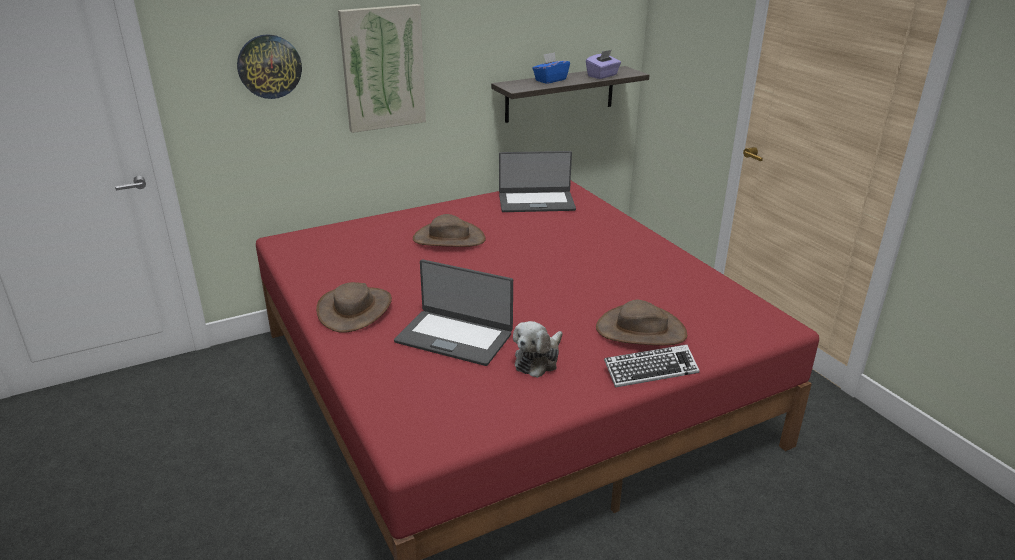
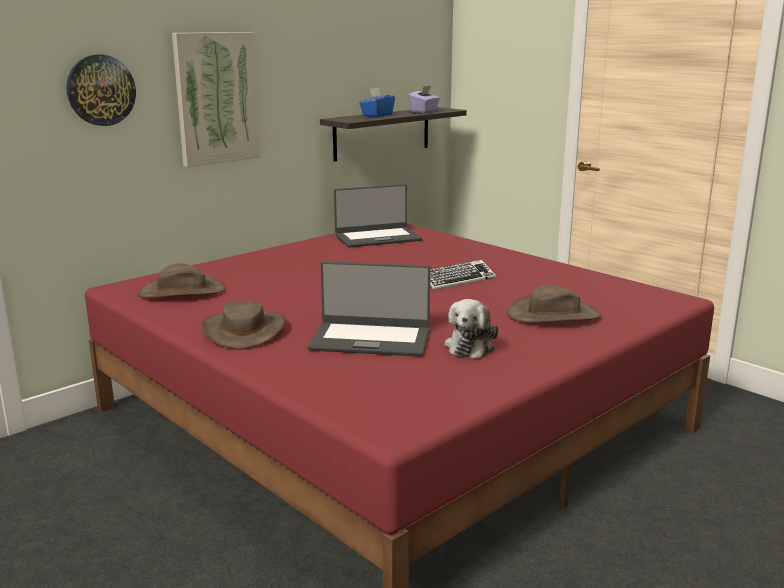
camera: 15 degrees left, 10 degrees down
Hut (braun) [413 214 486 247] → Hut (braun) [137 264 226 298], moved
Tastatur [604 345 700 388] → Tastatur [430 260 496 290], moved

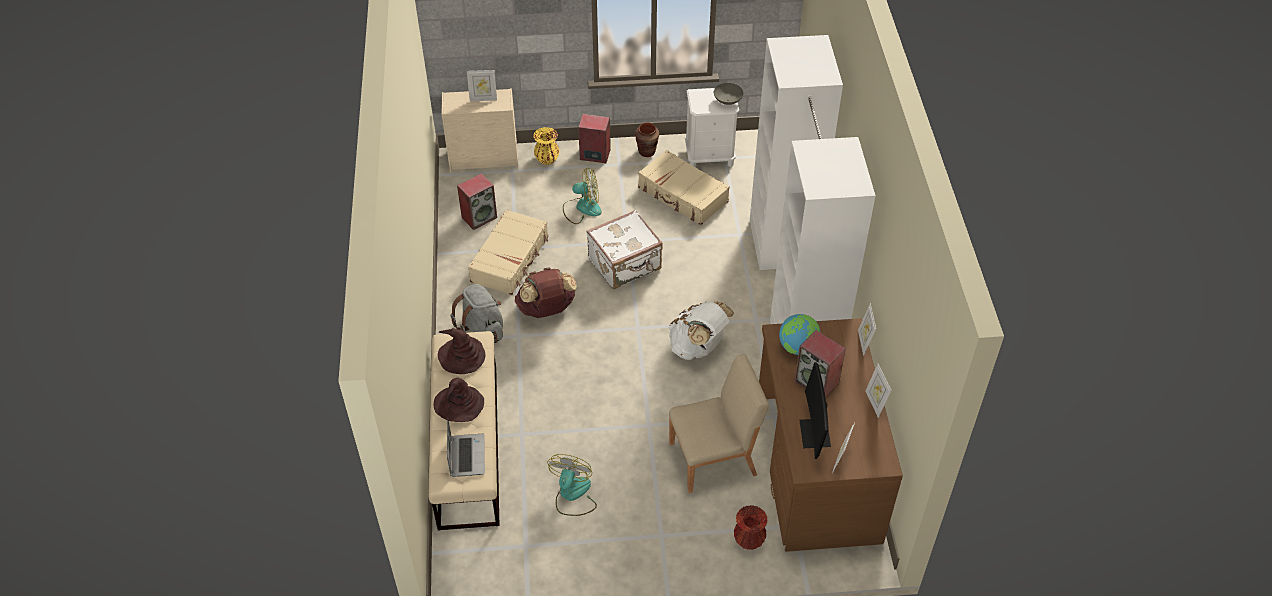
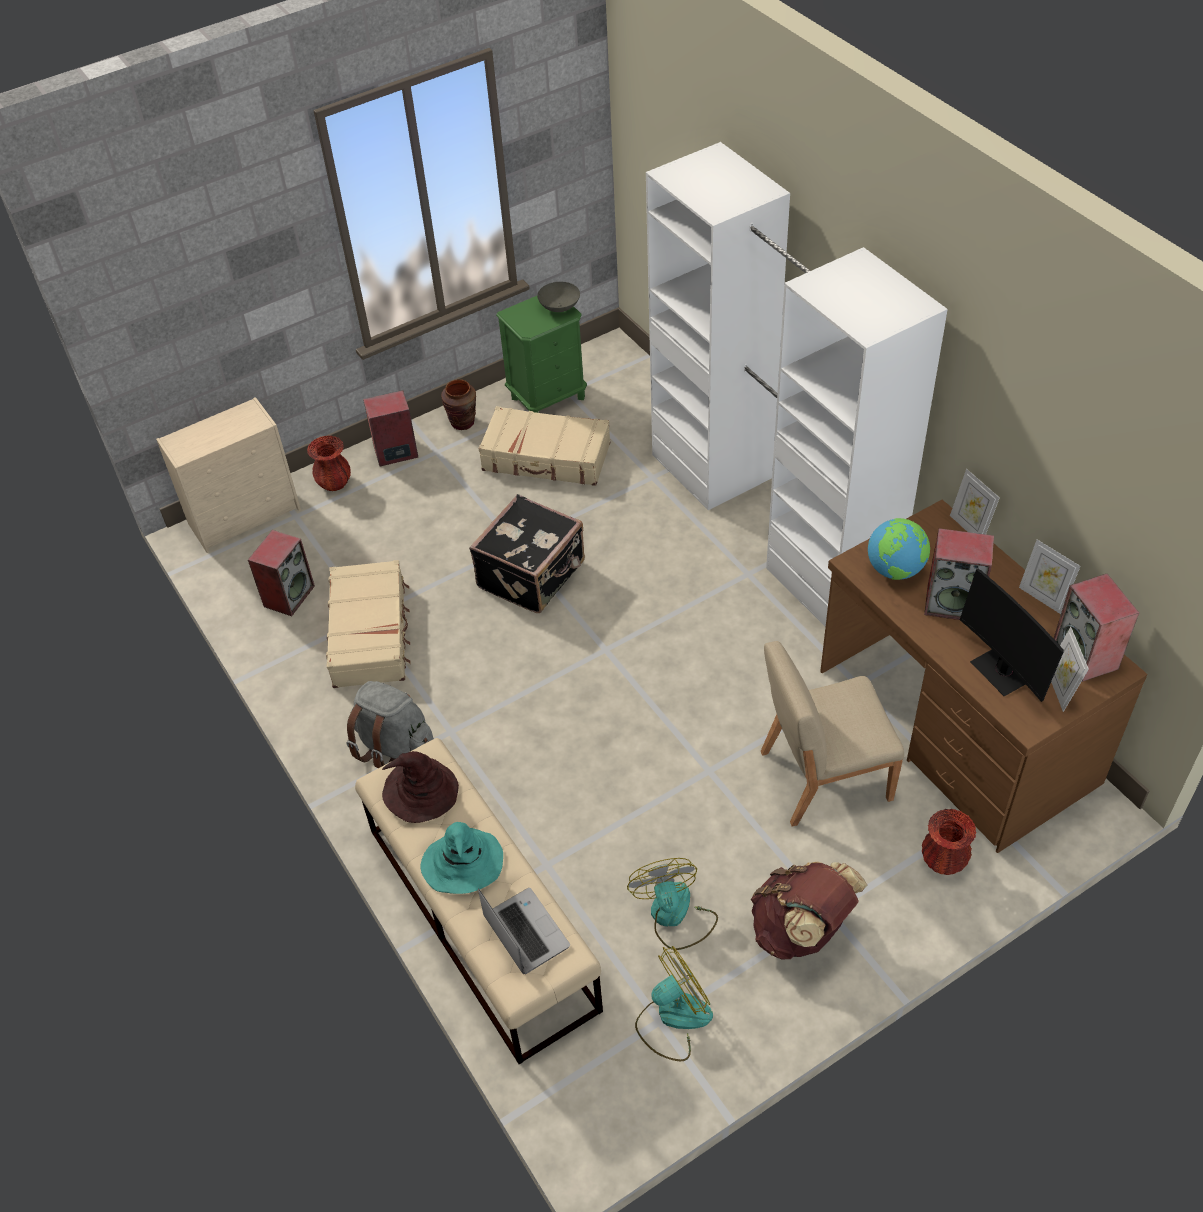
camera: 25 degrees left, 0 degrees up
Hut (braun) [434 378 484 422] → Hut (türkis) [421 822 503 894]
Bilderrahmen [467 70 497 101] → -
Rucksack (braun) [515 268 577 318] → Rucksack (braun) [751 861 867 960], moved
Vase (gelb) [533 127 559 165] → Vase (rot) [307 436 351 491]
Ventilator [563 167 601 224] → Ventilator [635 946 713 1061], moved
Koffer (weiß) [586 210 663 289] → Koffer (schwarz) [469 494 585 613]
Rucksack (weiß) [669 301 734 360] → -
Stuhl (beige) [669 354 769 493] → Stuhl (beige) [761 641 904 827], 150 degrees counterclockwise
Nachttisch (weiß) [685 88 739 168] → Nachttisch (grün) [496 296 587 413]
- → Lautsprecher [1053 574 1139 682]

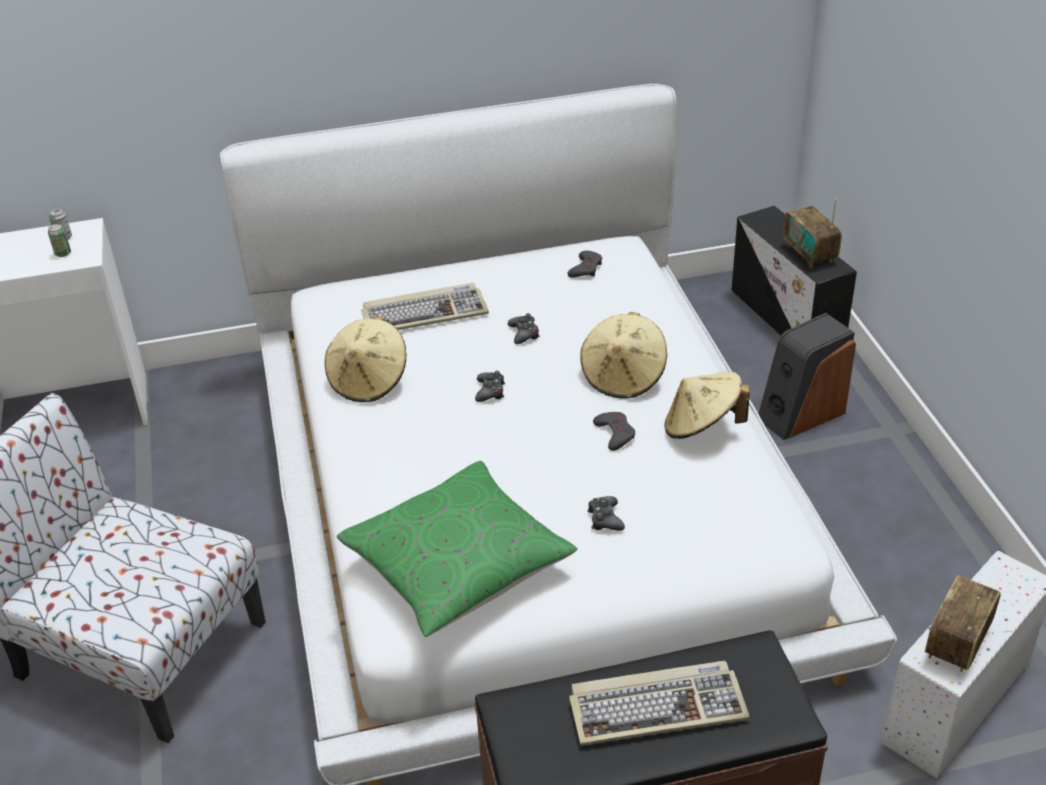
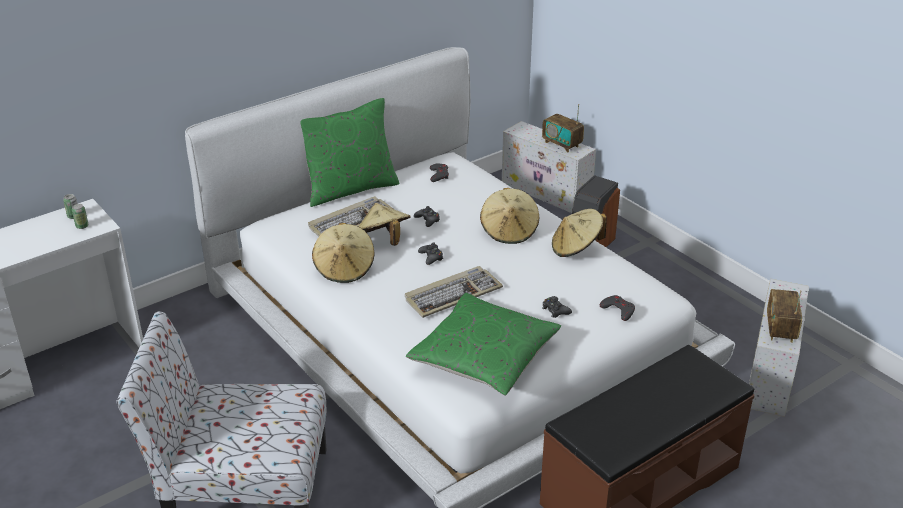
camera: 25 degrees left, 5 degrees down
Tastatur [569 661 750 746] → Tastatur [405 266 503 318], moved
Gamepad (grau) [593 412 635 451] → Gamepad (grau) [600 295 635 321], moved
Aufbewahrungsbox (schwarz) [732 206 857 335] → Aufbewahrungsbox (weiß) [502 121 596 213]
- → Kissen (grün) [301 98 399 207]
- → Hut (beige) [358 203 411 246]

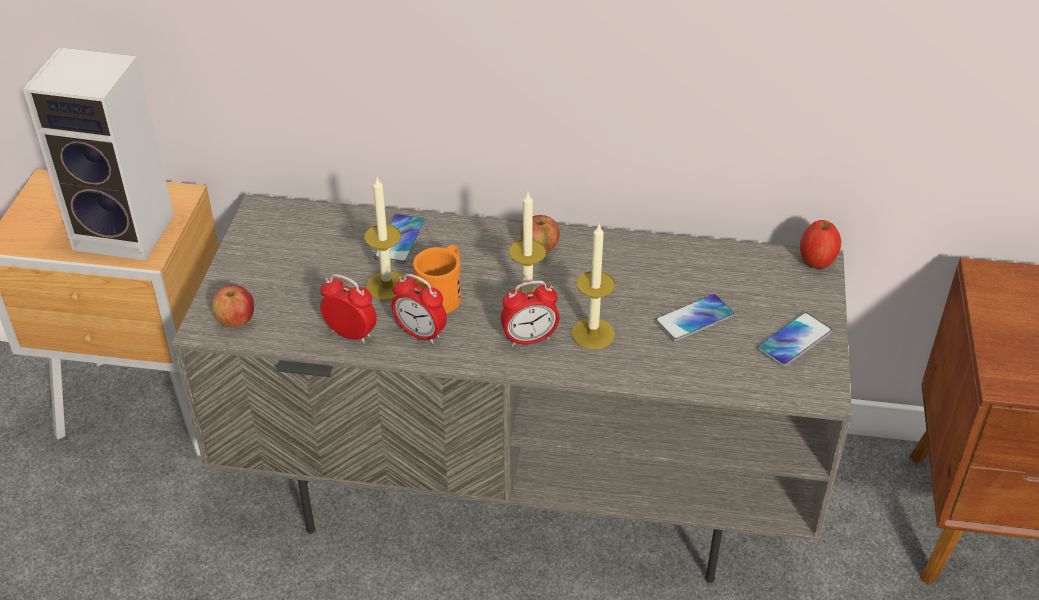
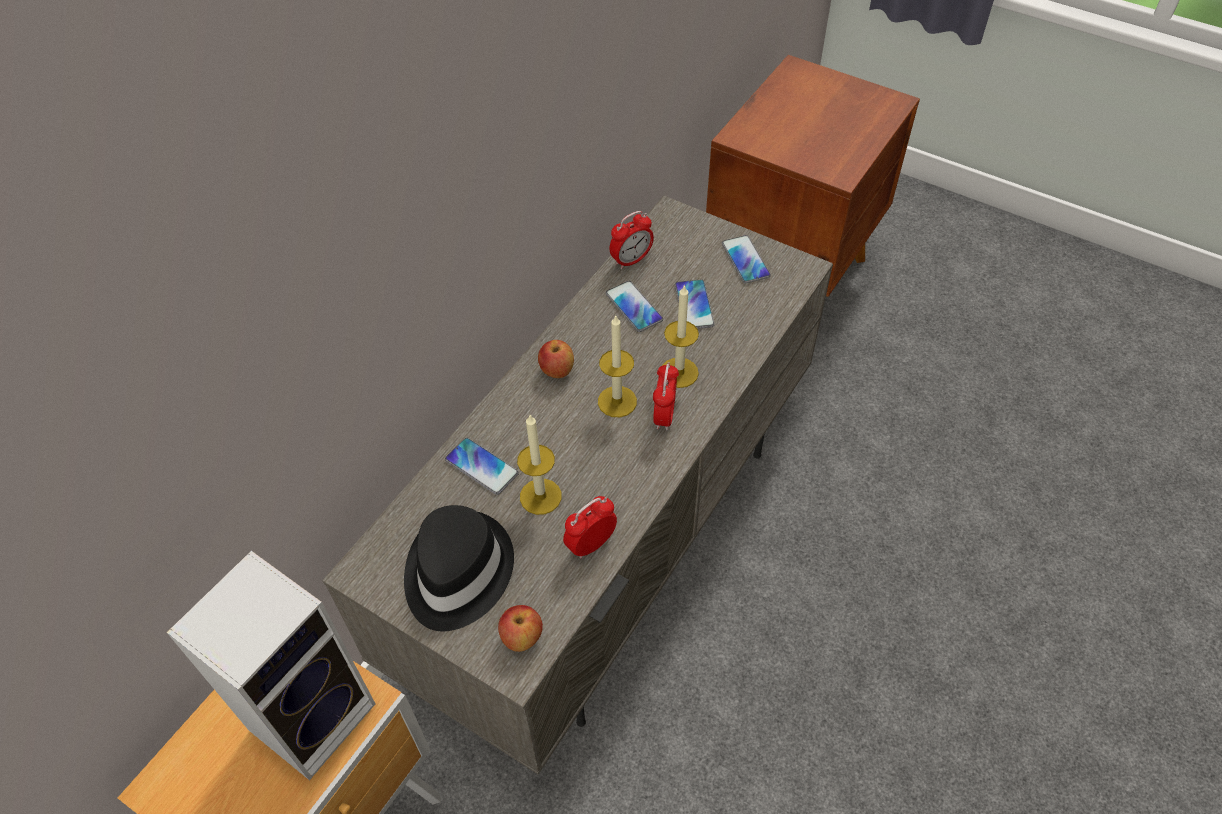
camera: 65 degrees left, 10 degrees up
Wecker [392 274 447 344] → Wecker [610 211 654 270], moved
Henkelbecher (orange) [413 245 462 314] → -
Apfel [800 220 842 269] → -
- → Hut (schwarz) [404 505 514 631]
- → Handy [606 281 663 332]

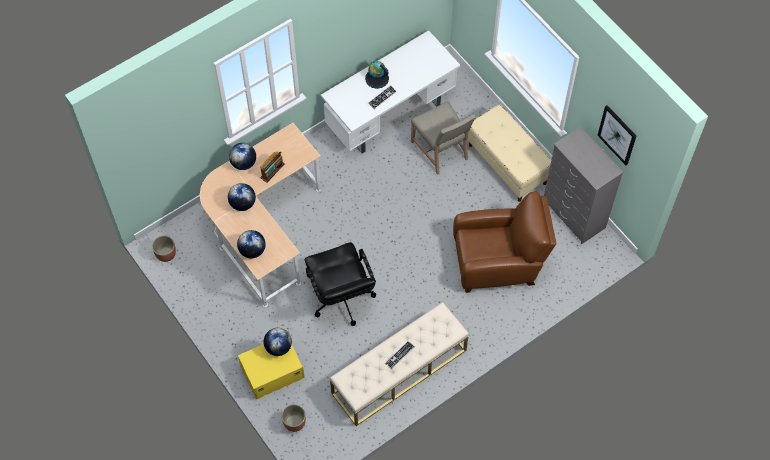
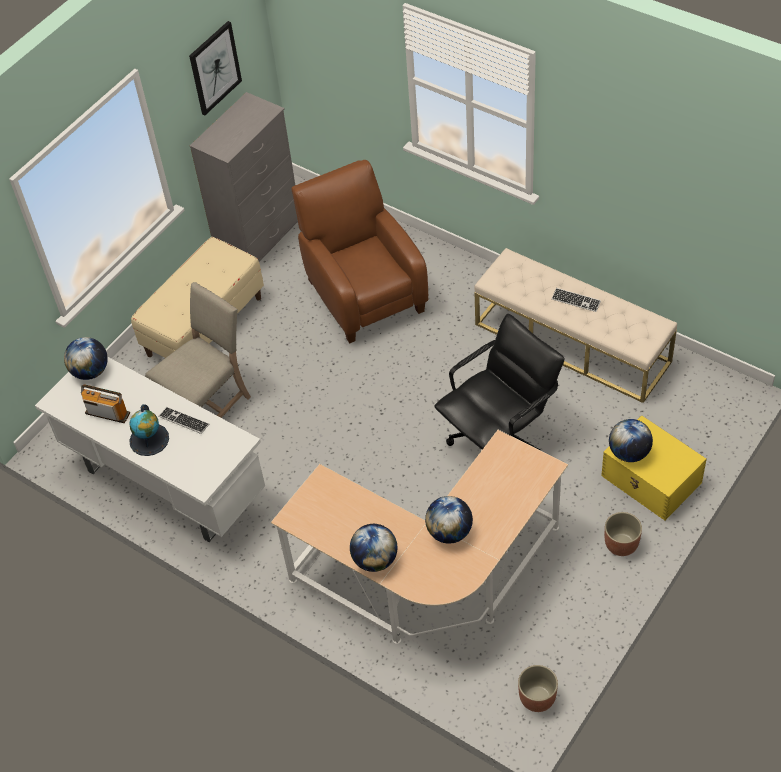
camera: 105 degrees left, 10 degrees down
Globus [237 230 266 258] → Globus [64 337 108 380], moved
Radio [260 151 285 183] → Radio [81 384 130 423], moved
Pflanzkübel [281 404 306 432] → Pflanzkübel [605 512 642 556], moved

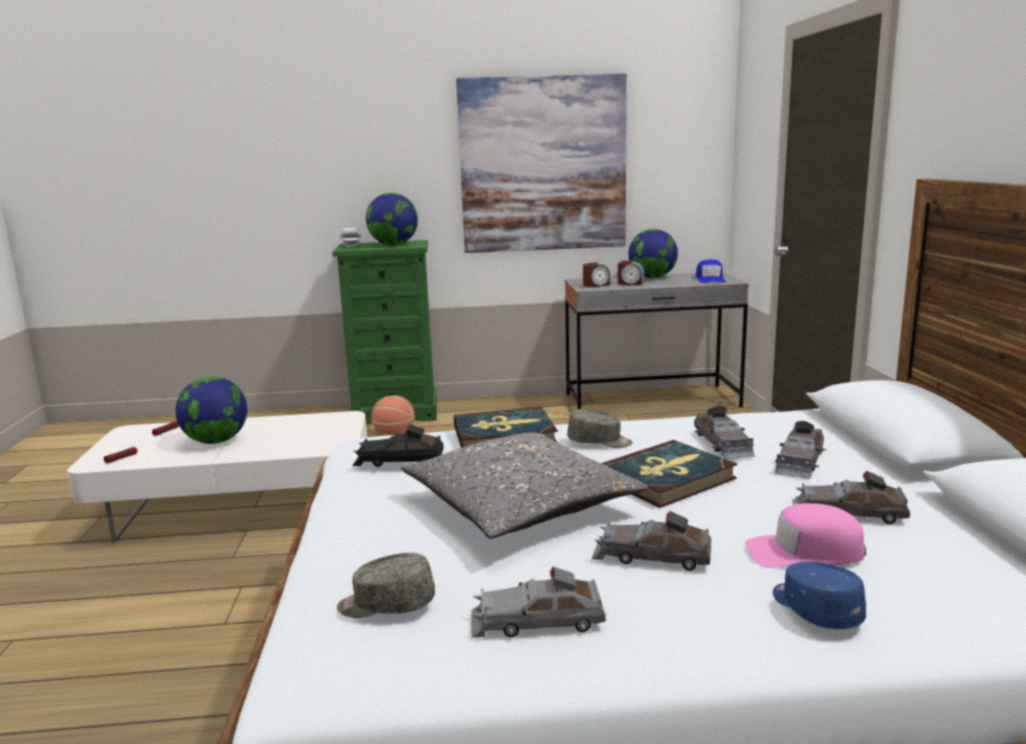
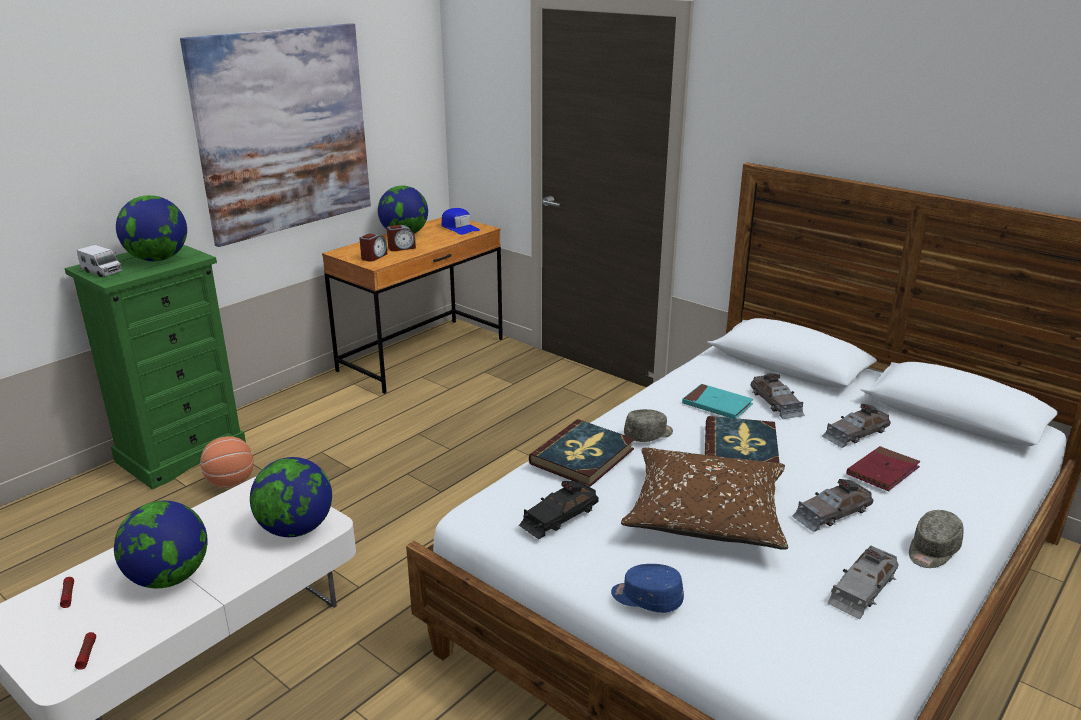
camera: 45 degrees left, 10 degrees up
Kappe (grau) [337 553 435 618] → Kappe (grau) [909 510 964 568], moved
Kissen (grau) [401 433 648 539] → Kissen (braun) [621 448 788 550]
Schreibtisch (grau) [565 273 749 409] → Schreibtisch (braun) [322 217 503 394]
Spielzeugauto (grau) [694 406 755 459] → Buch (türkis) [682 384 753 418]
Kappe (rosa) [745 503 866 568] → Buch (rot) [847 446 921 491]
Kappe (blau) [773 561 866 629] → Kappe (blau) [611 564 684 613], moved
- → Globus [250 457 332 537]

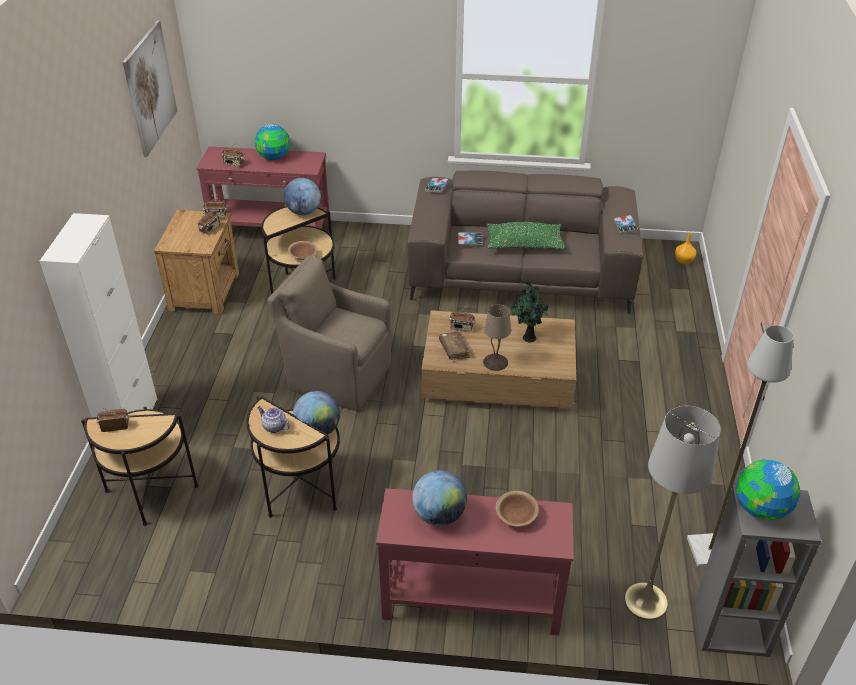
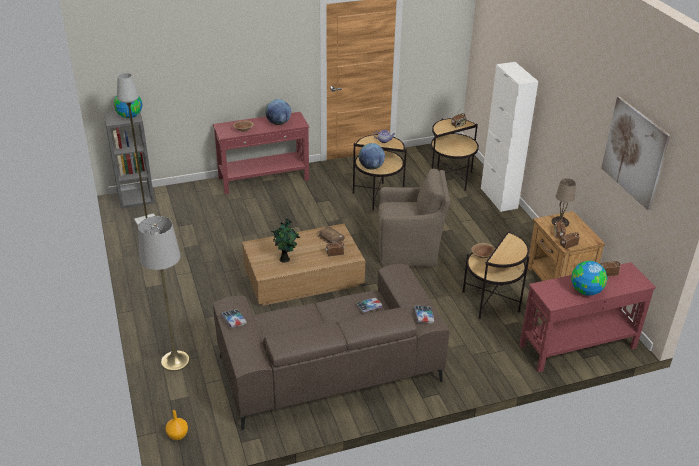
camera: 155 degrees right, 5 degrees down
Globus [284 178 321 215] → -
Tischlampe (beige) [483 304 511 371] → Tischlampe (beige) [551 178 576 227], moved
Kissen (grün) [487 222 566 249] → -
Stehlampe (grau) [624 406 721 621] → Stehlampe (grau) [138 216 190 371], moved

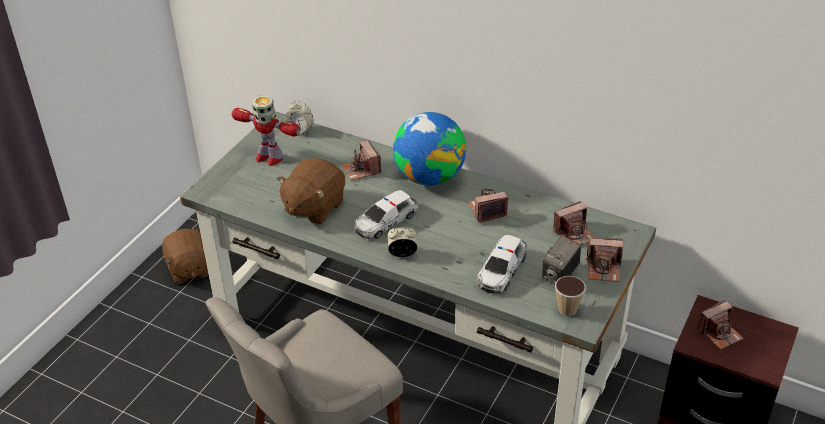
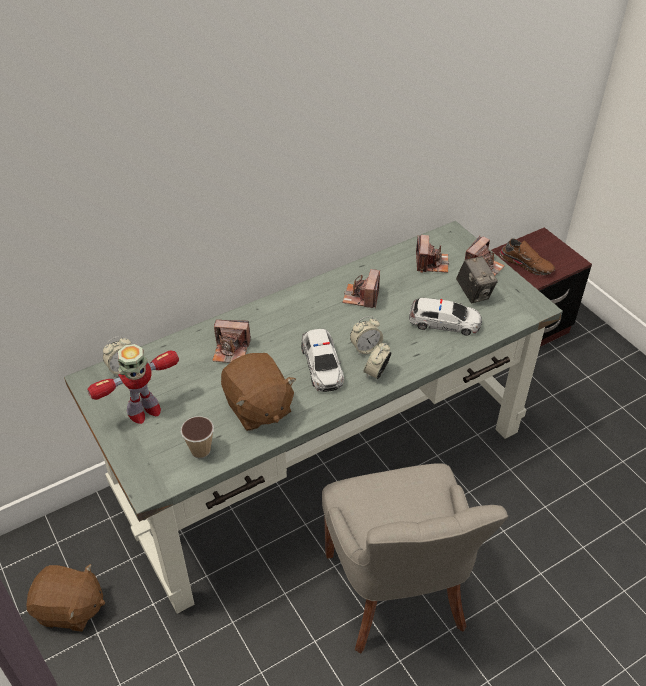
camera: 60 degrees left, 5 degrees up
Globus [393 112 466 186] → -
Spielzeugauto [477 235 527 294] → Spielzeugauto [409 298 482 336], 45 degrees counterclockwise
Tasse [555 276 586 316] → Tasse [181 416 214 459], moved
Kamera [698 300 743 349] → Schuh (braun) [499 239 555 275]
- → Wecker [350 316 383 355]

